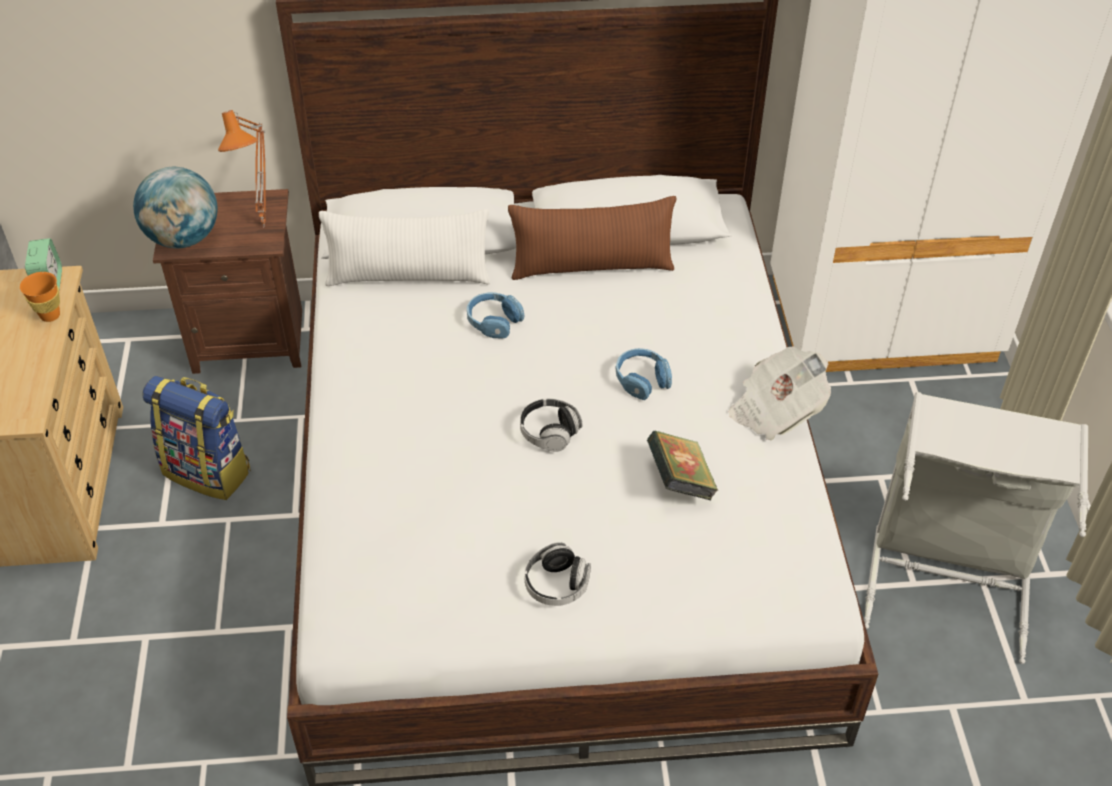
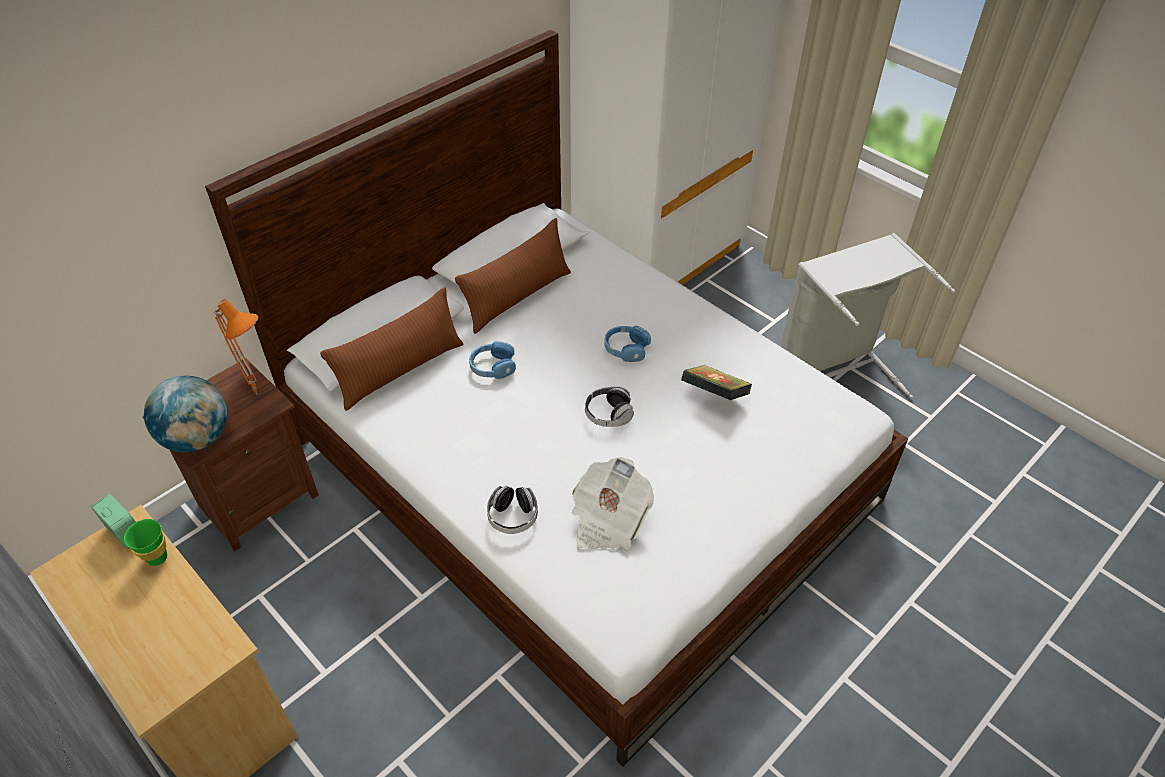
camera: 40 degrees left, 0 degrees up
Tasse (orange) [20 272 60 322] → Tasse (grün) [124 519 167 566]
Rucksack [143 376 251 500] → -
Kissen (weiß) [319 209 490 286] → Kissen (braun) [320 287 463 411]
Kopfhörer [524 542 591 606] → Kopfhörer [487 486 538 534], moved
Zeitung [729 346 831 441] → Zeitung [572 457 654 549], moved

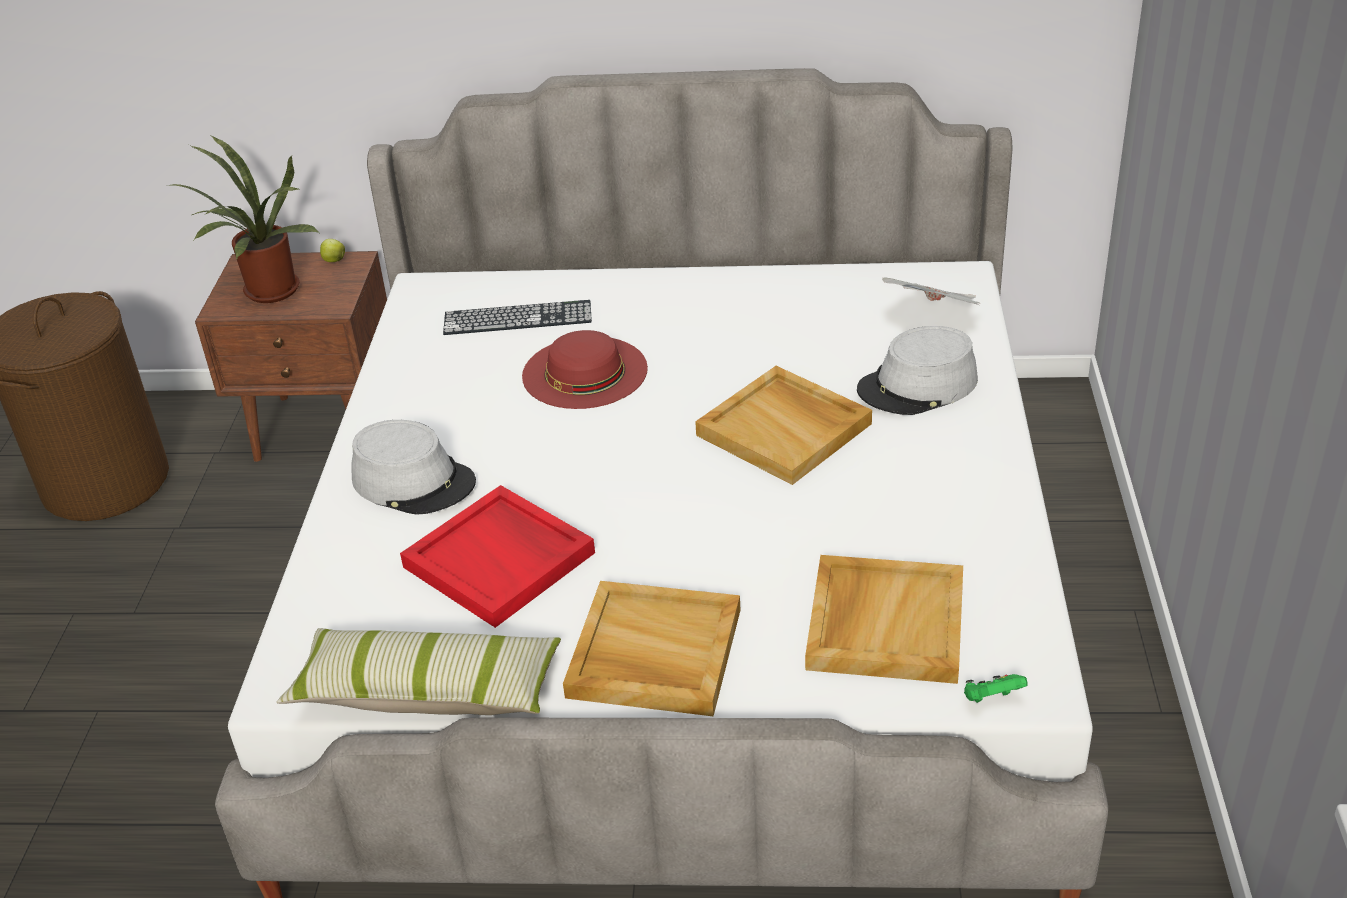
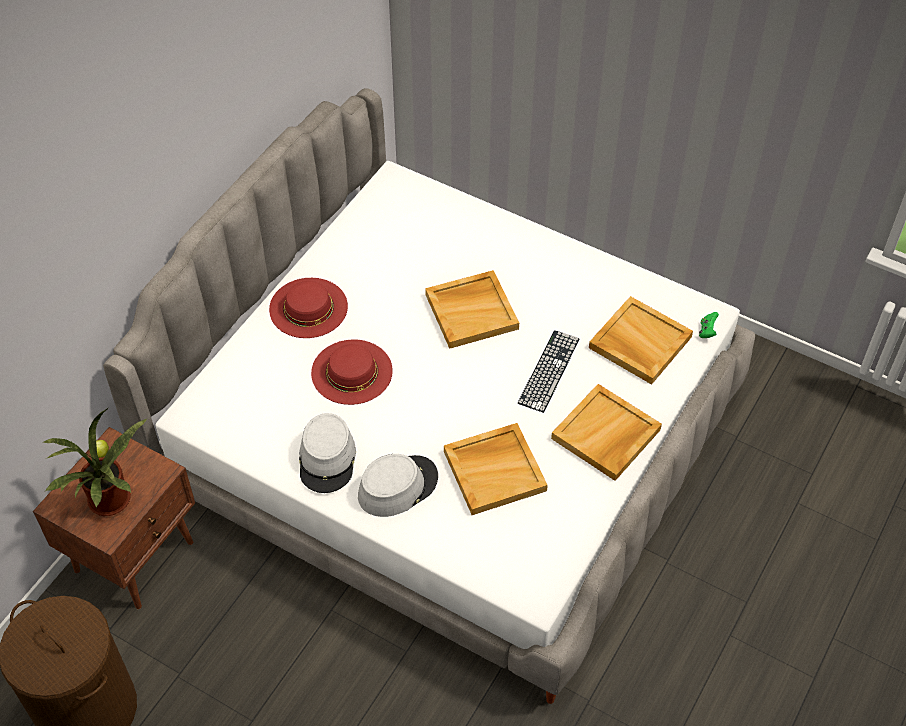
camera: 65 degrees left, 15 degrees up
Kissen [277 628 561 715] → -
Tablett (rot) [400 485 595 628] → Tablett (beige) [444 423 548 515]
Tastatur [443 300 592 335] → Tastatur [518 330 580 413], moved
Hut (grau) [857 326 978 415] → Hut (grau) [299 413 356 493], moved
Zeitung [882 277 981 305] → -
- → Hut (rot) [269 278 348 338]

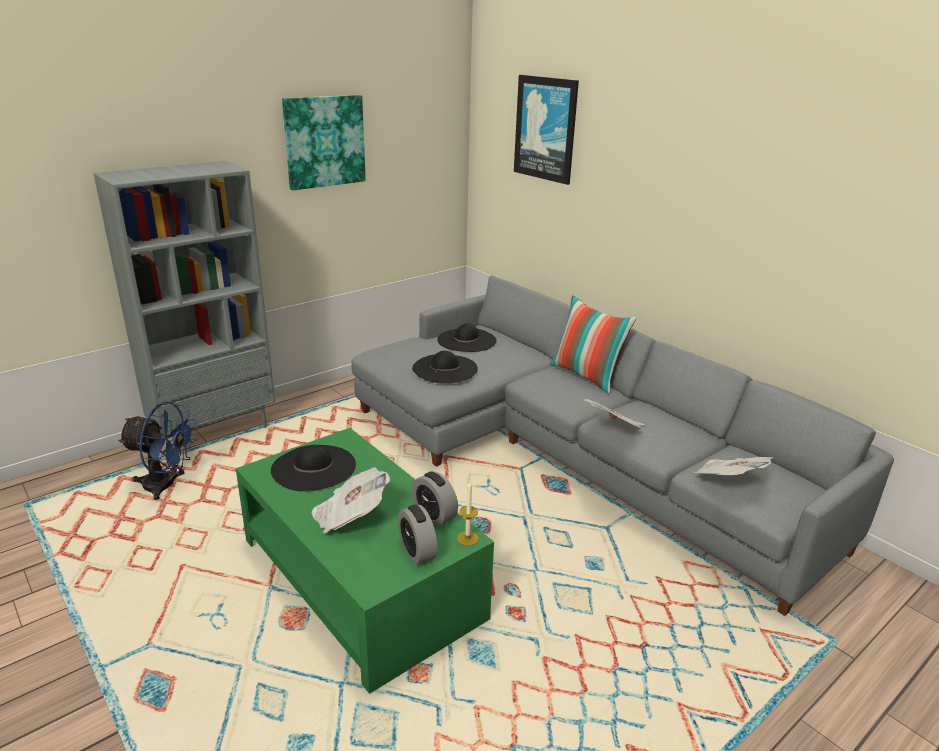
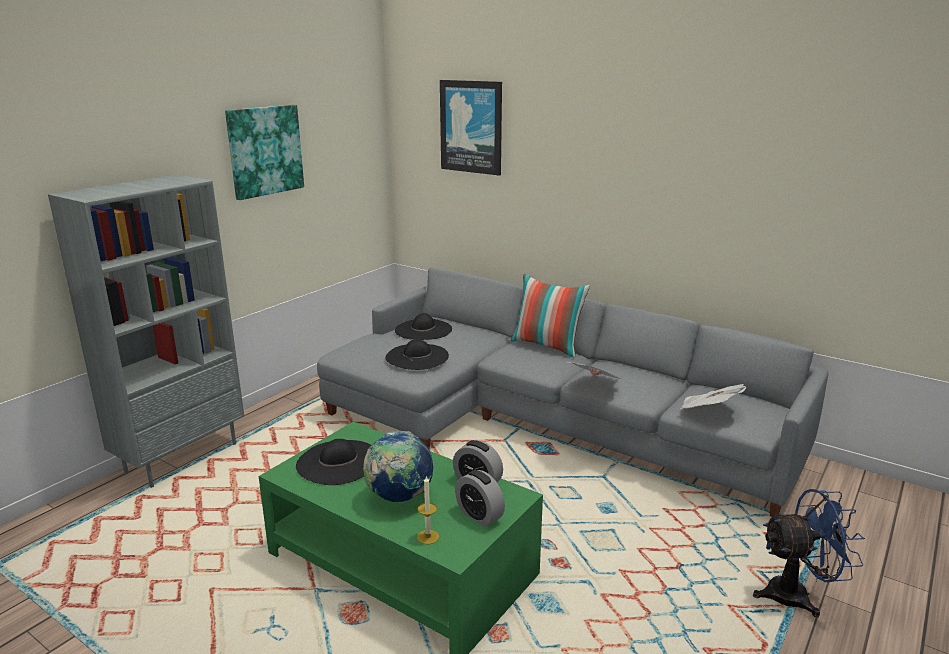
camera: 15 degrees left, 5 degrees down
Ventilator (blau) [118 401 197 500] → Ventilator (blau) [753 489 865 618], moved
Zeitung [311 467 390 533] → Globus [363 431 433 503]
Kerze [457 481 479 546] → Kerze [417 475 439 545], moved

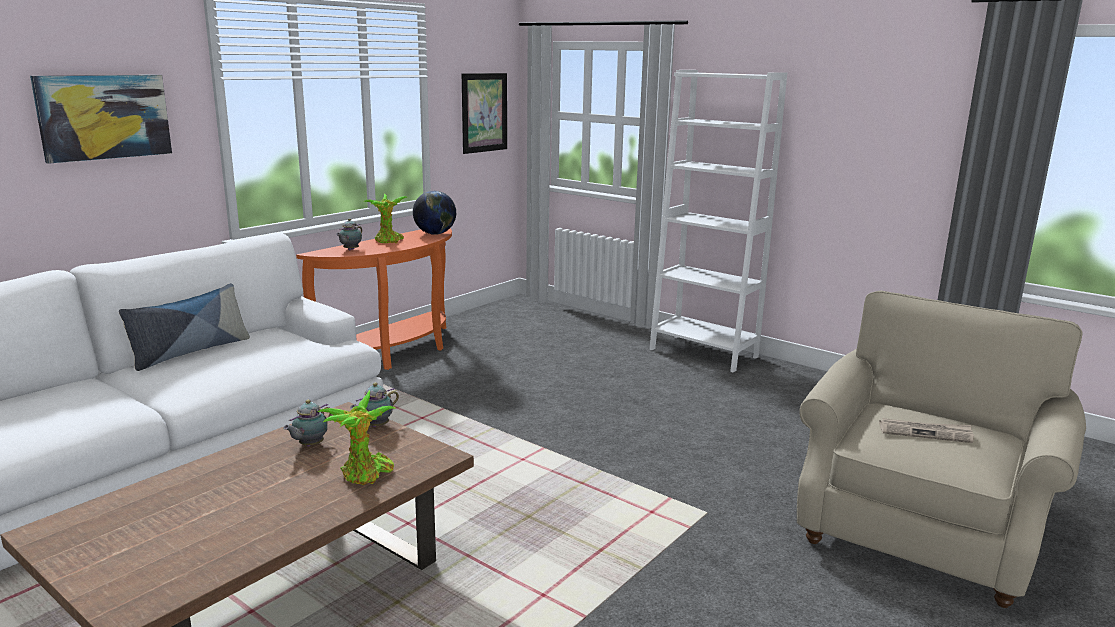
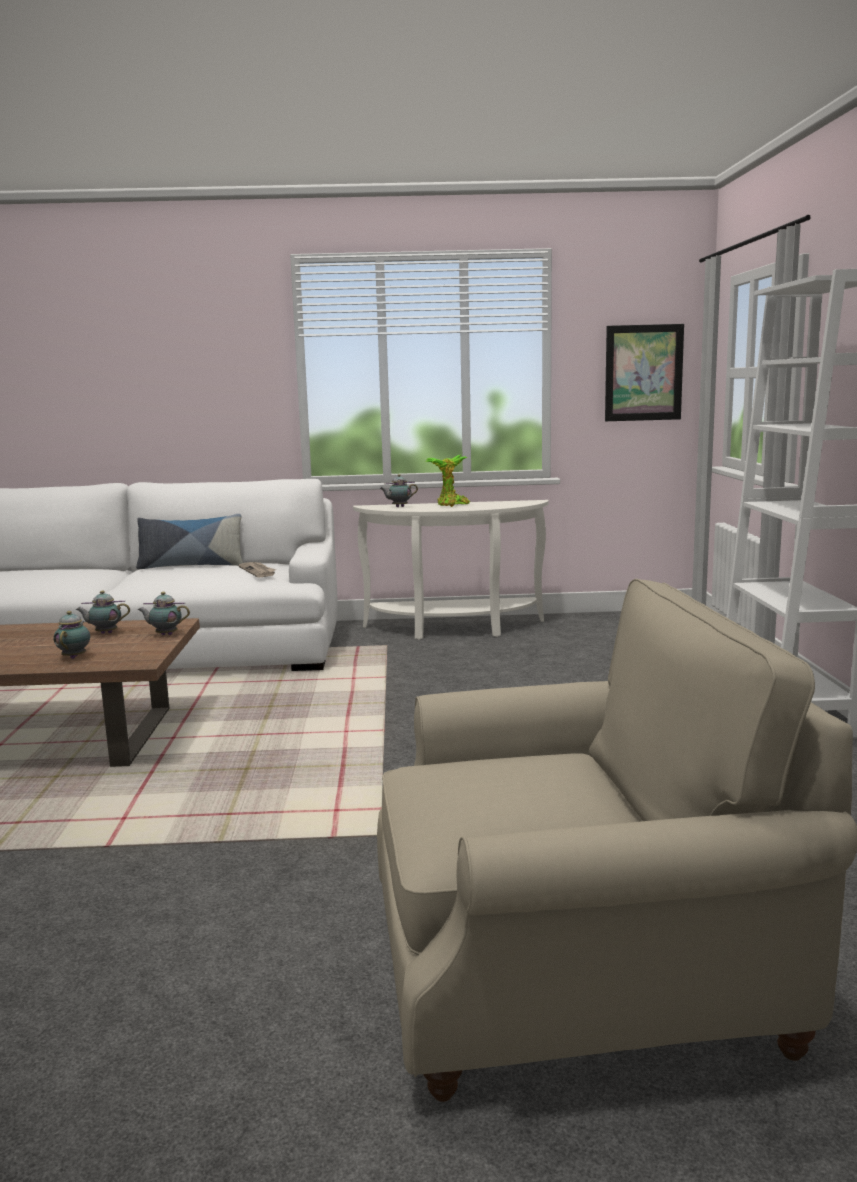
camera: 50 degrees right, 5 degrees down
Bild [30 75 172 164] → -
Konsolentisch (orange) [296 229 452 370] → Konsolentisch (weiß) [353 500 549 640]
Topfpflanze [318 390 397 485] → Teekanne [54 611 90 659]
Globus [413 191 456 235] → -
Zeitung [879 418 974 443] → Zeitung [238 562 276 577], moved

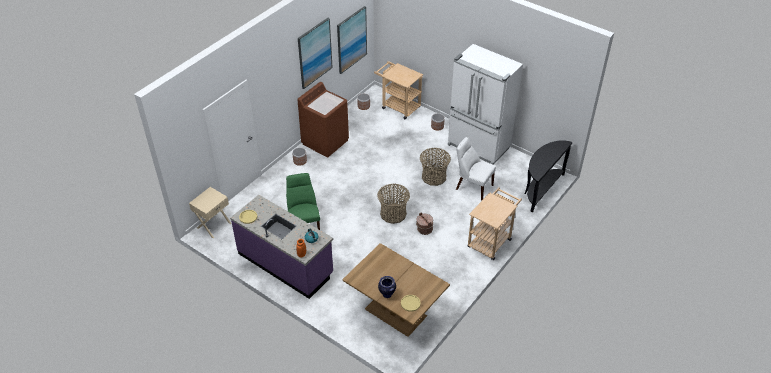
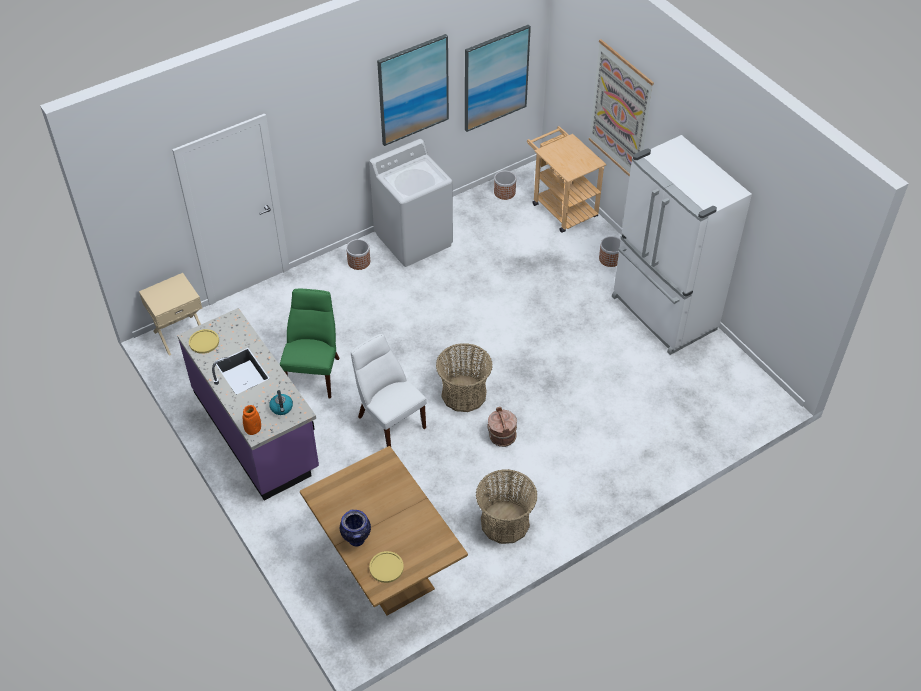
camera: 20 degrees right, 5 degrees up
Waschmaschine (braun) [297 82 349 157] → Waschmaschine (weiß) [369 139 453 267]
Korb [420 148 451 186] → Korb [476 469 538 544], moved
Stuhl (weiß) [456 137 496 201] → Stuhl (weiß) [351 334 426 447], moved
Rollwagen (beige) [467 187 522 260] → -
Konsolentisch (schwarz) [525 140 573 212] → -
- → Bild [589 39 654 177]

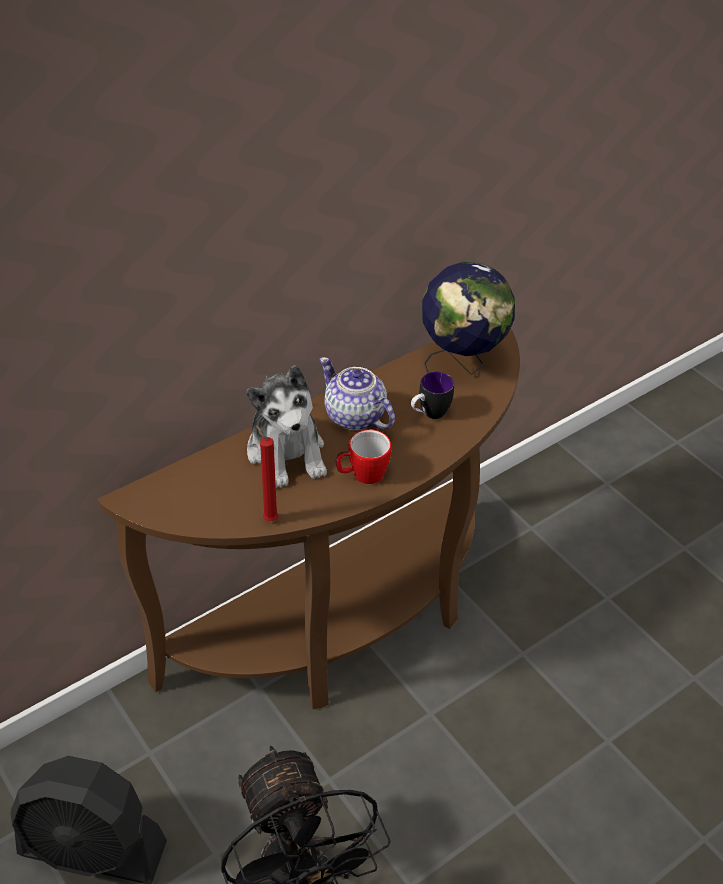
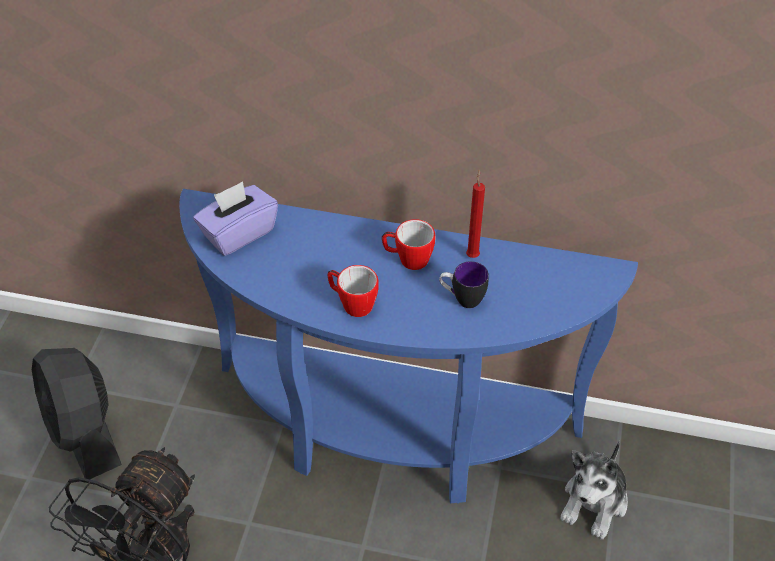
camera: 50 degrees right, 5 degrees up
Konsolentisch (braun) [97 328 520 709] → Konsolentisch (blau) [179 189 638 503]
Plüschtier [246 365 327 488] → Plüschtier [560 441 628 539], moved
Kerze (rot) [256 425 278 521] → Kerze (rot) [466 169 485 258], moved
Teekanne [319 357 395 430] → Henkelbecher [382 219 435 270]
Globus [422 262 515 375] → -
- → Taschentuchbox (lila) [193 181 278 256]

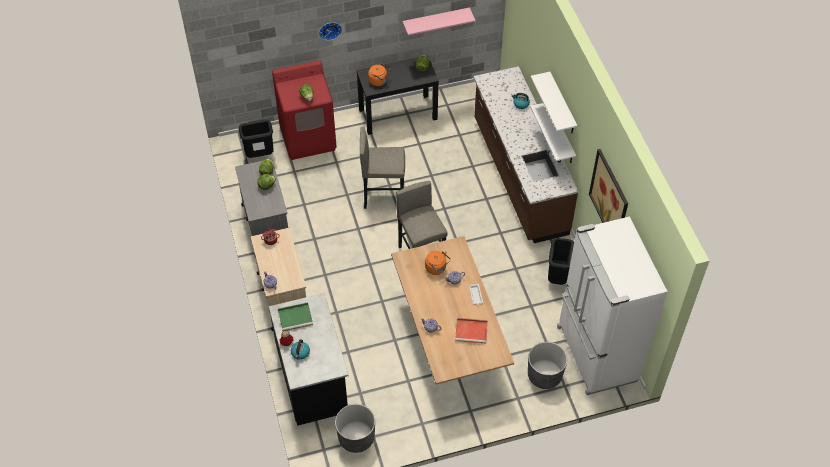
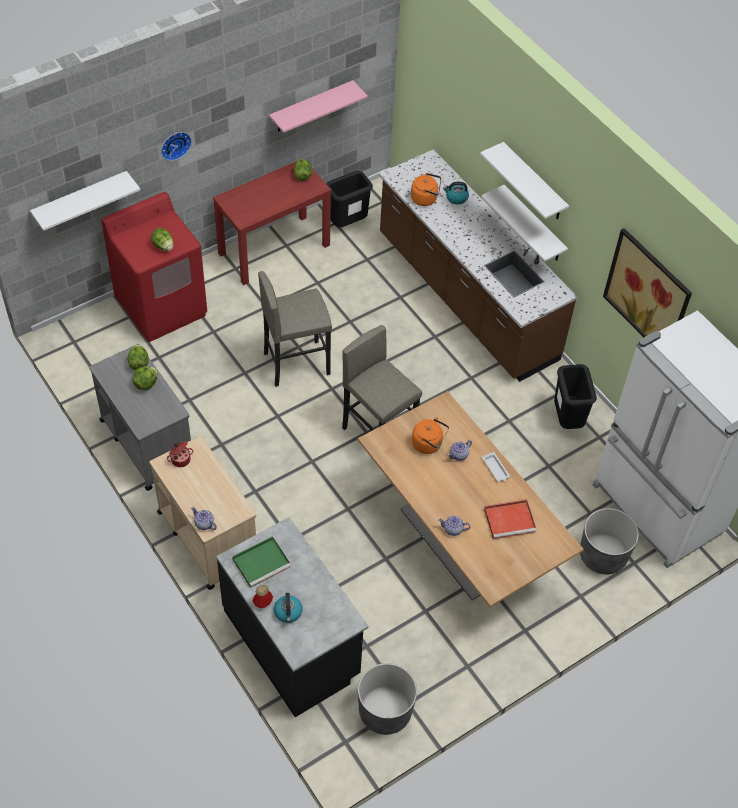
camera: 20 degrees left, 0 degrees up
Mülleimer (schwarz) [239 120 274 158] → Mülleimer (schwarz) [326 171 373 227], moved
Konsolentisch (schwarz) [356 55 439 135] → Konsolentisch (rot) [213 158 331 285]
Wasserkessel (orange) [368 64 390 86] → Wasserkessel (orange) [411 173 441 206], moved
- → Wandregal (weiß) [30 171 140 231]

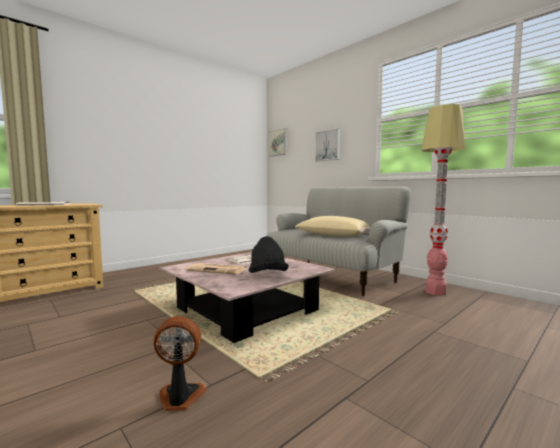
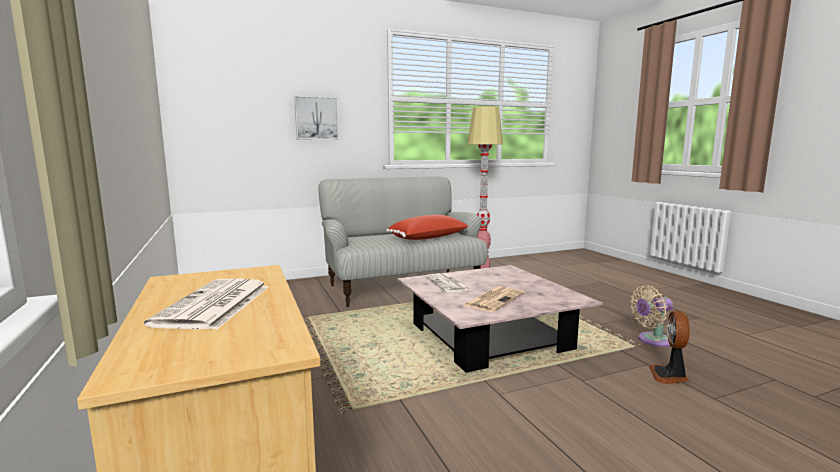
camera: 70 degrees left, 5 degrees up
Hut (schwarz) [249 236 289 273] → -
Bild [268 128 287 156] → -
Kissen (beige) [295 216 371 237] → Kissen (rot) [386 215 469 240]
- → Ventilator (beige) [630 285 673 347]

